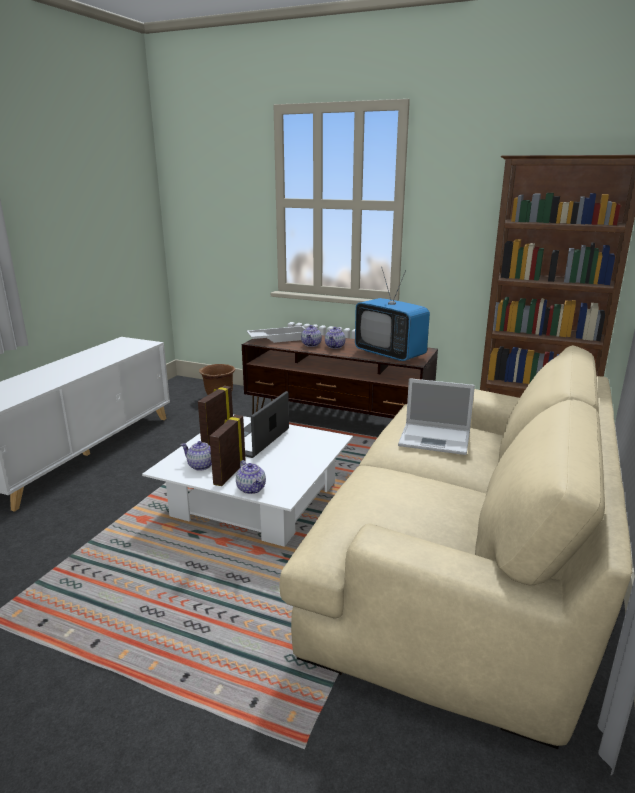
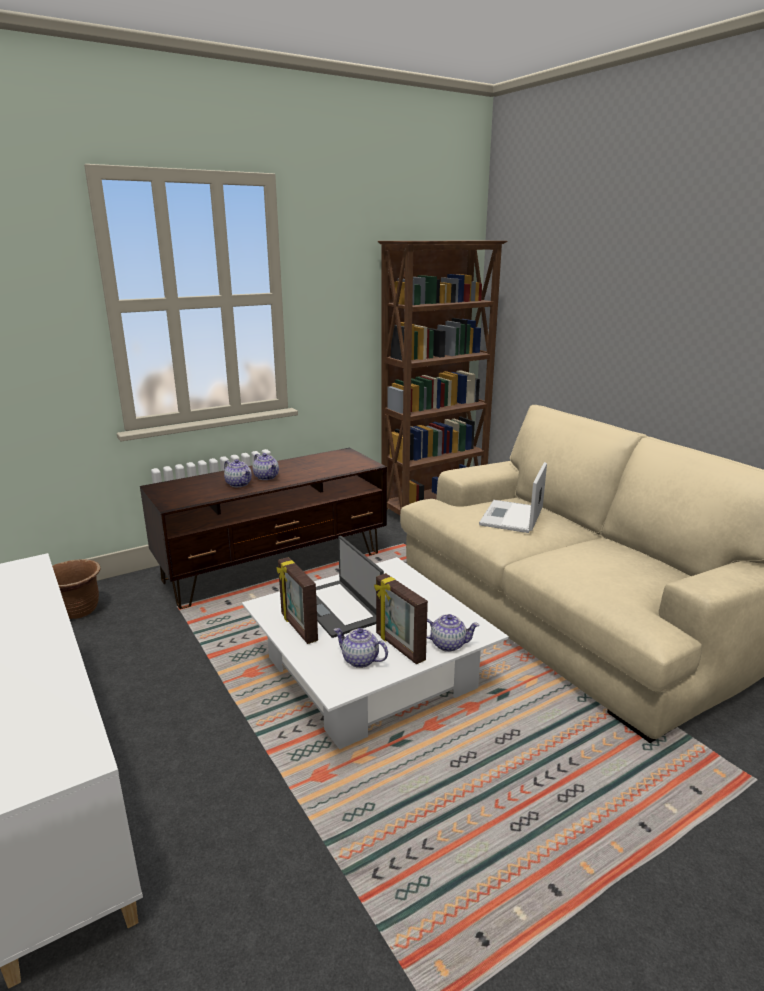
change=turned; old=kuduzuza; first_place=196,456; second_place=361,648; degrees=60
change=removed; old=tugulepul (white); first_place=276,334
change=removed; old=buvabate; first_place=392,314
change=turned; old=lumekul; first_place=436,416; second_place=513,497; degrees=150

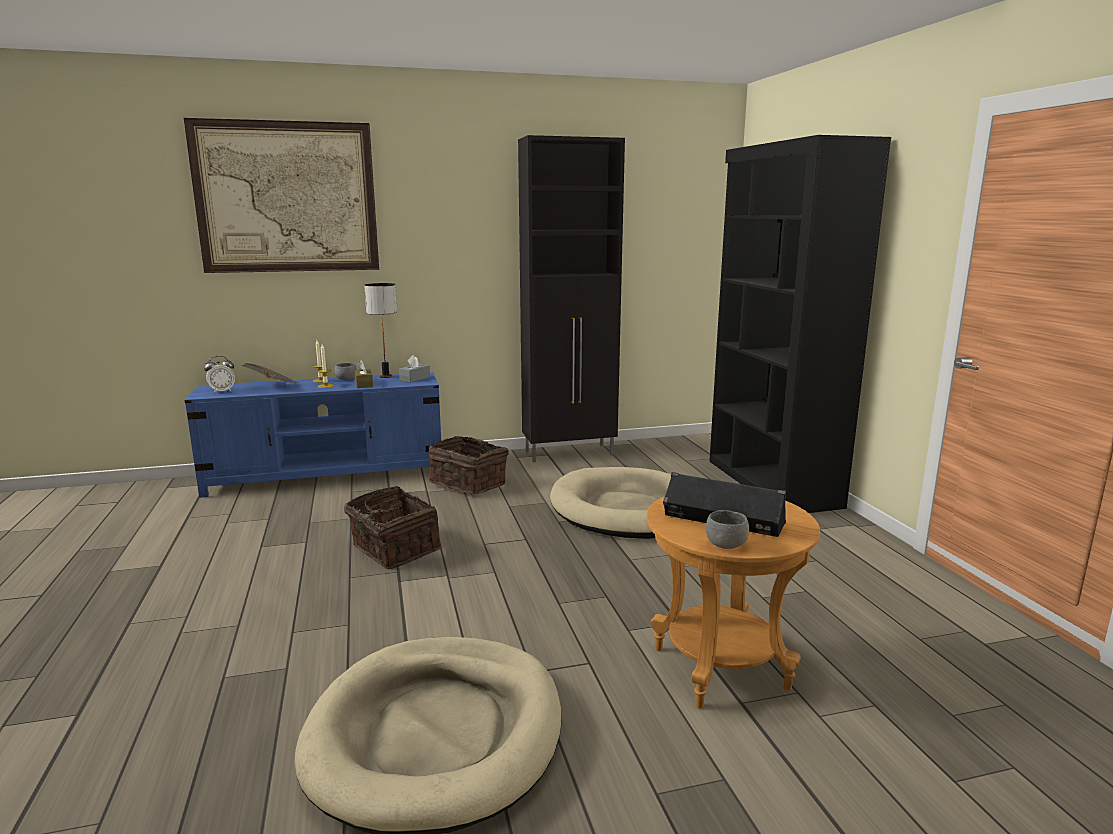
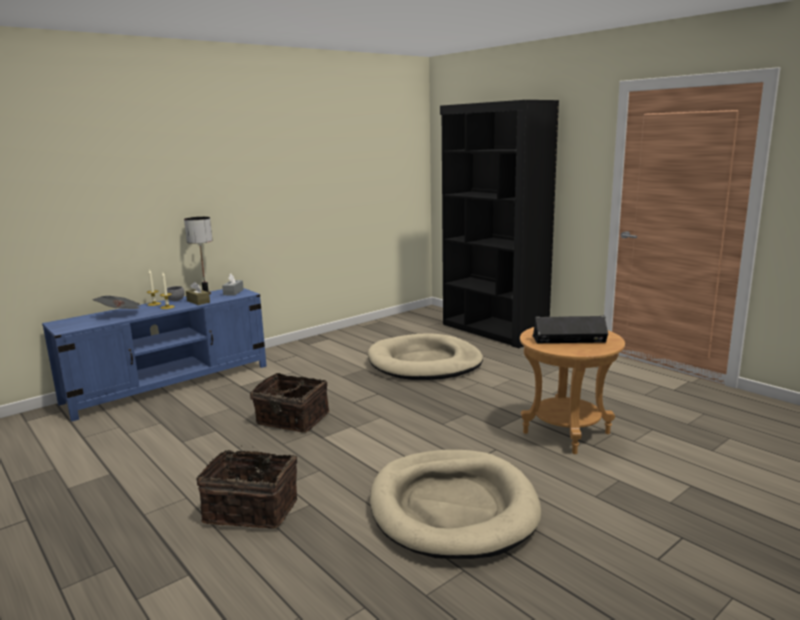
change=removed; old=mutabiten; first_place=281,195
change=removed; old=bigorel; first_place=219,375
change=moved; old=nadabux; first_place=469,465; second_place=247,487
change=removed; old=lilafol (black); first_place=571,298
change=removed; old=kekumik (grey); first_place=727,529

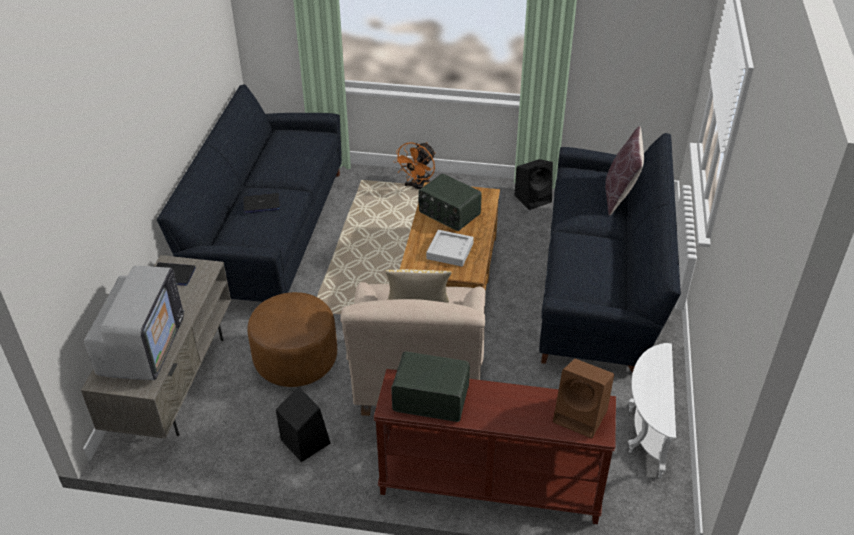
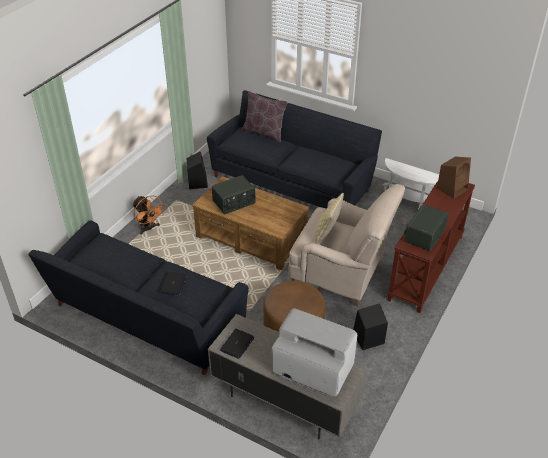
change=removed; old=tugulepul (grey); first_place=450,248

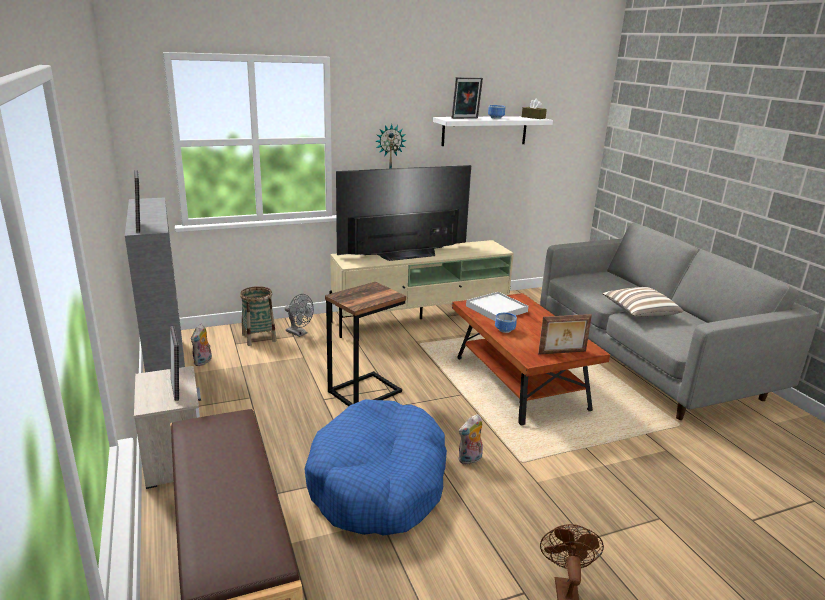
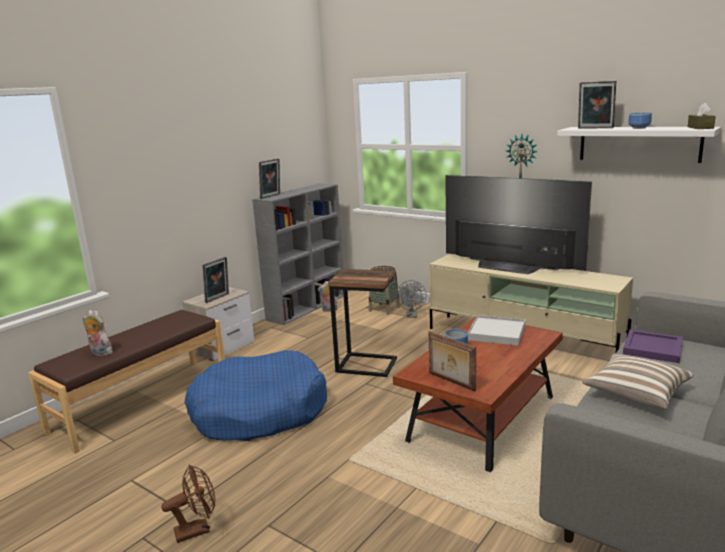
change=moved; old=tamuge; first_place=470,439; second_place=97,333
change=added; new=tugulepul (purple); second_place=653,346

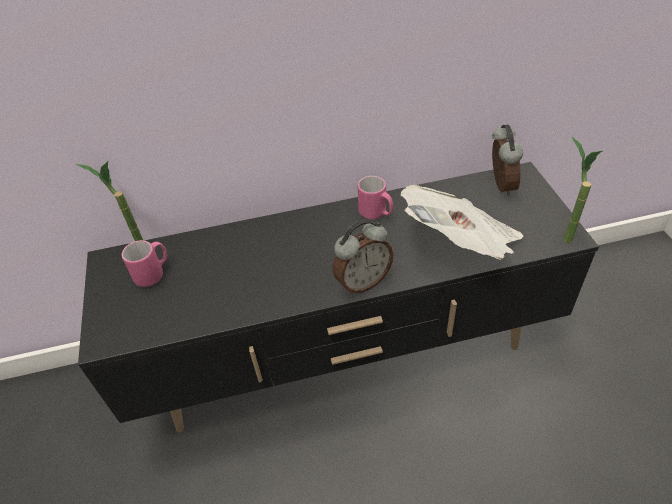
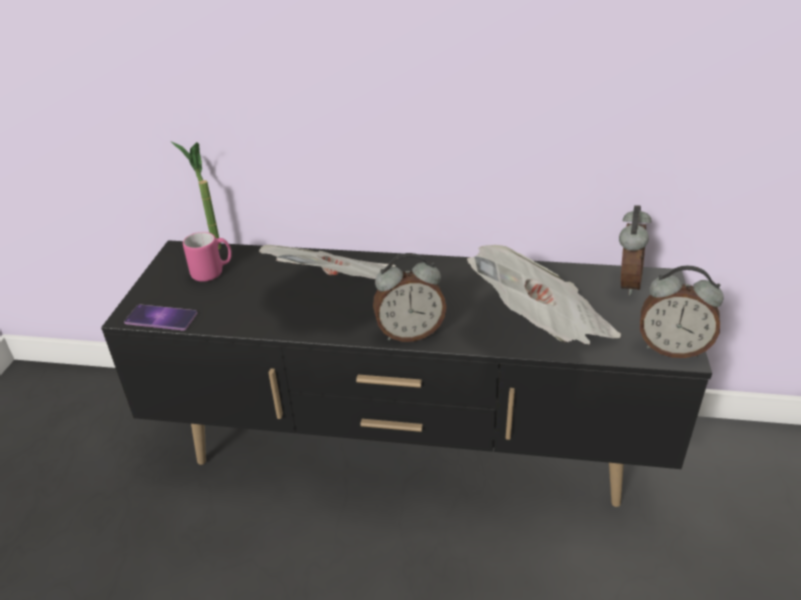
change=removed; old=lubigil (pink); first_place=375,197
change=replaced; old=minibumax; new=bigorel; first_place=583,190; second_place=682,312
change=added; new=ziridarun; second_place=161,317
change=added; new=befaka; second_place=327,262

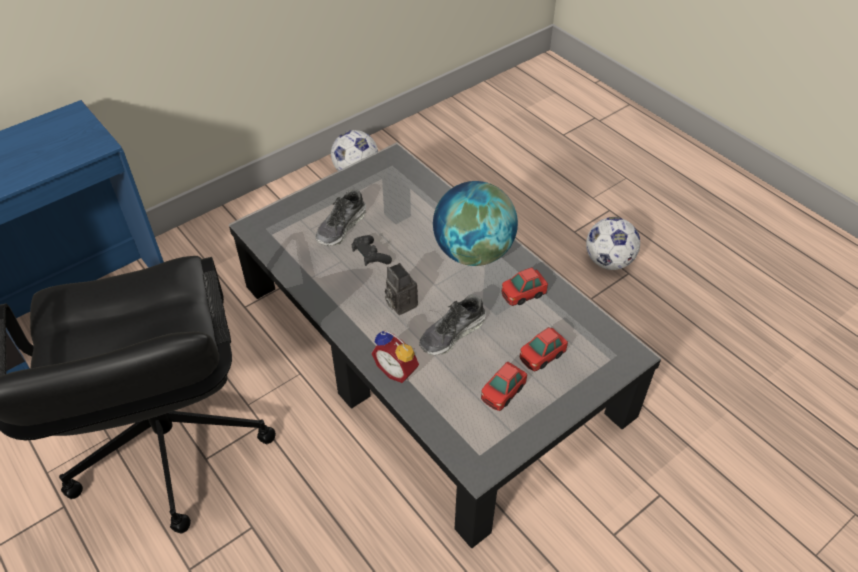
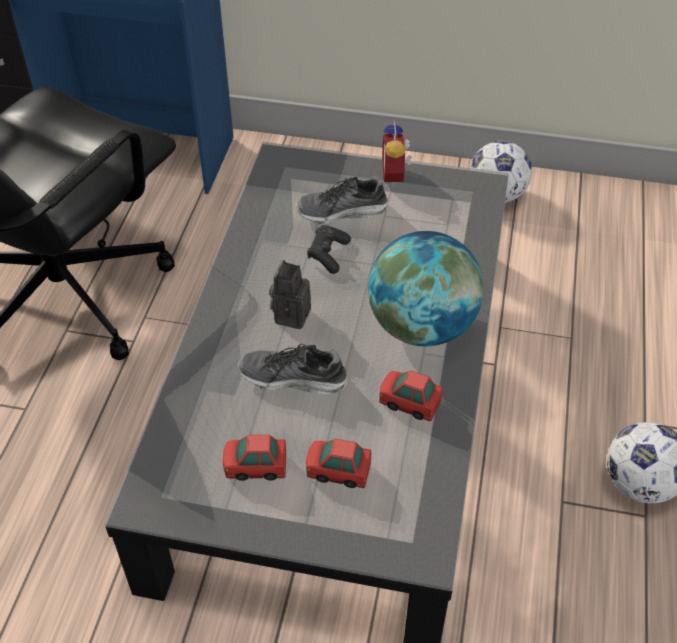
change=moved; old=bigorel; first_place=395,357; second_place=397,153

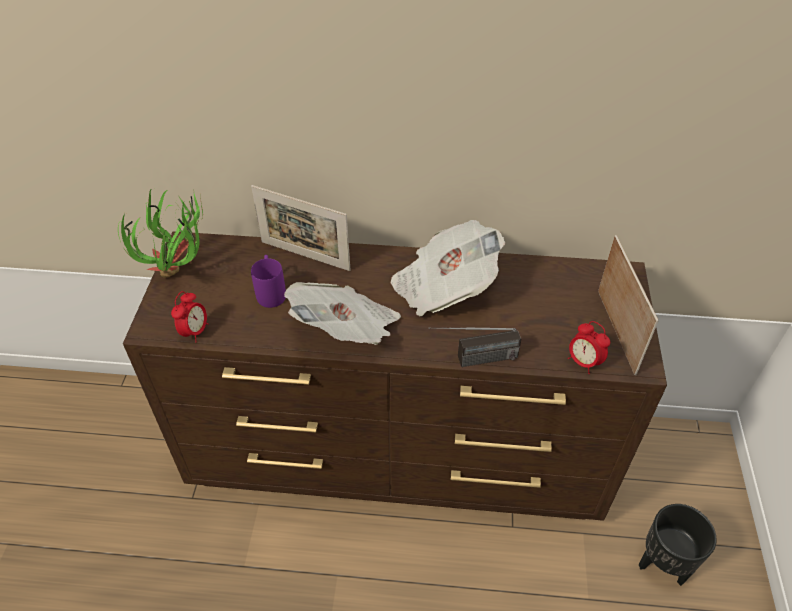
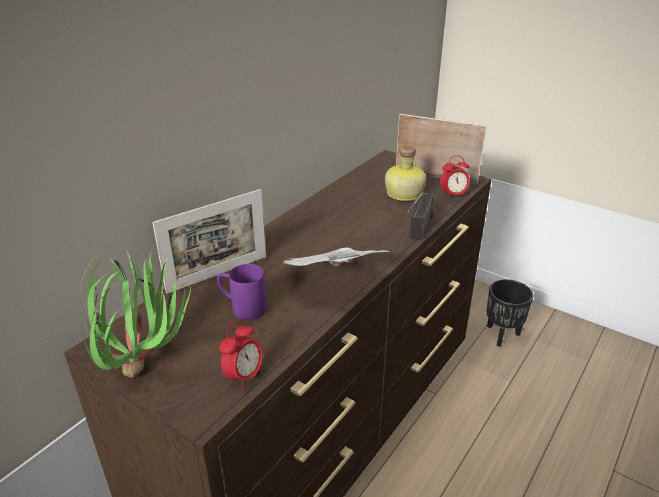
change=turned; old=bigorel; first_place=189,317; second_place=241,355; degrees=75
change=removed; old=befaka; first_place=448,268
change=added; new=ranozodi; second_place=405,173

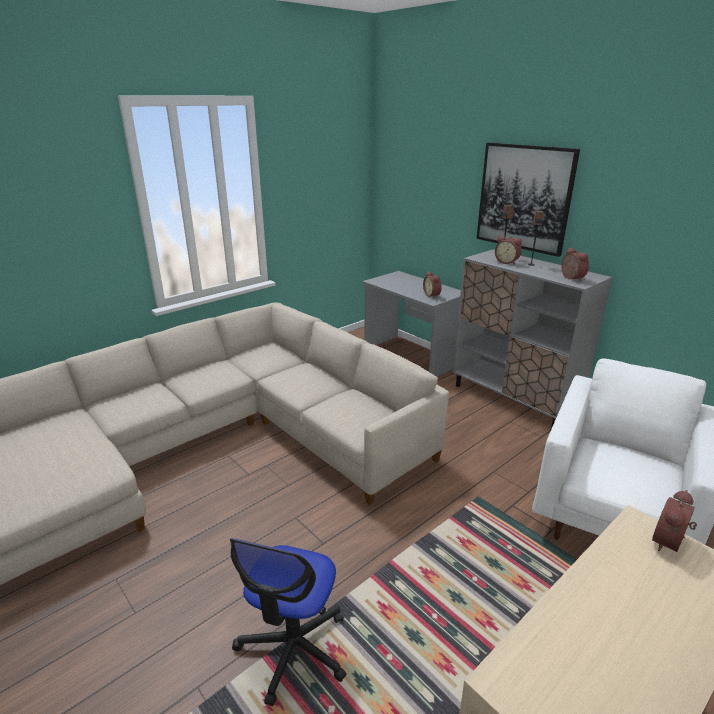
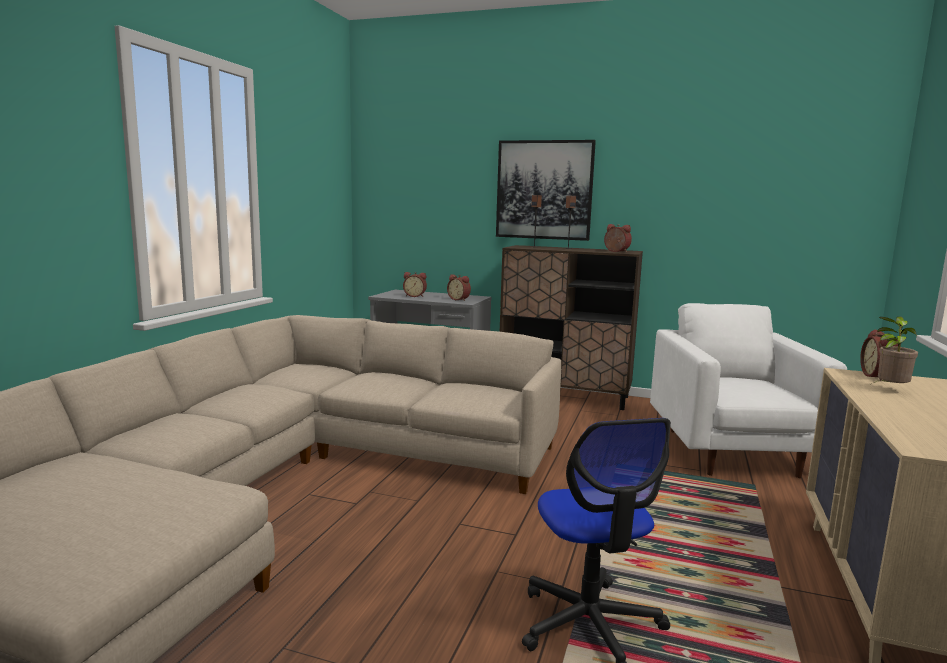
change=recoloured; old=lilafol (grey); new=lilafol (brown); first_place=532,339; second_place=571,327
change=moved; old=bigorel; first_place=508,250; second_place=415,284
change=added; new=minibumax; second_place=895,349

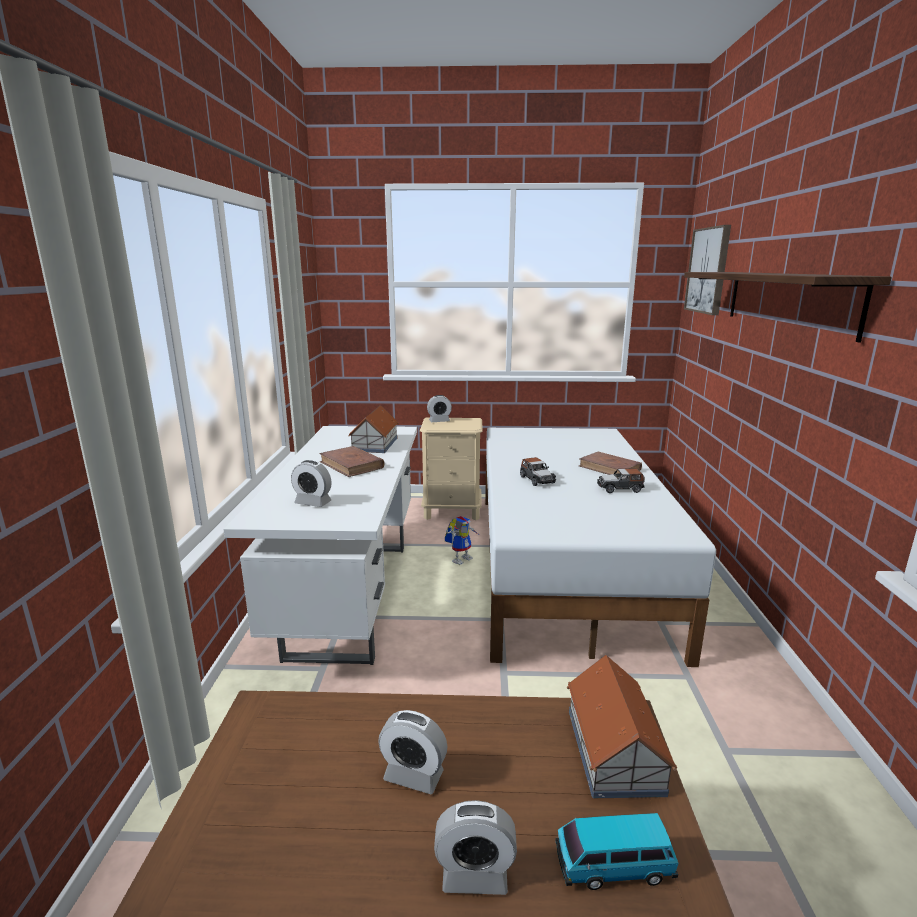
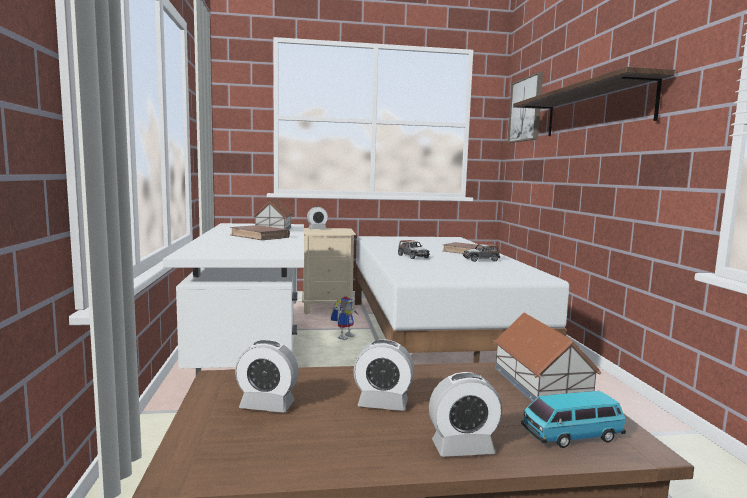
change=moved; old=bigorel; first_place=311,483; second_place=267,376

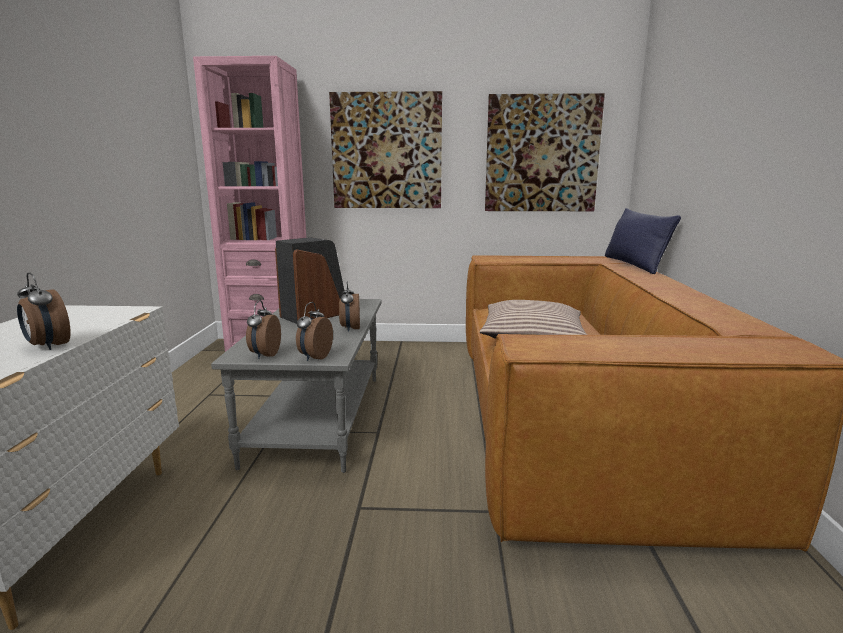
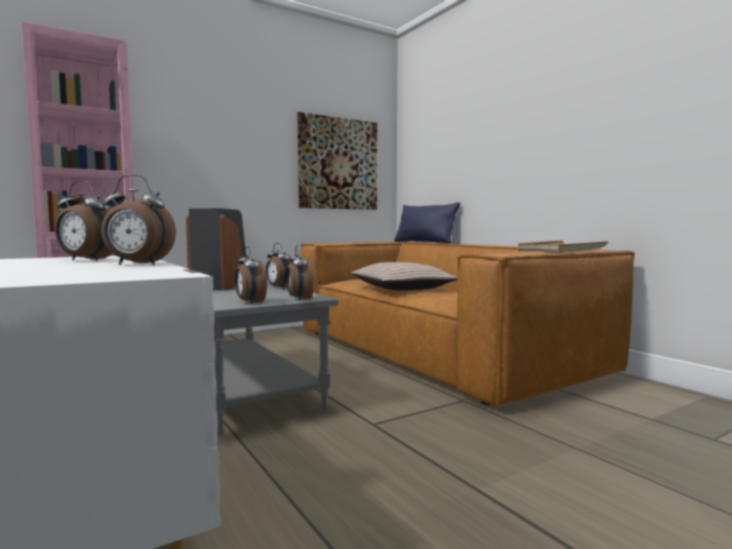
change=removed; old=mutabiten; first_place=385,149
change=added; new=bigorel; second_place=83,221
change=added; new=tugulepul (beige); second_place=563,246

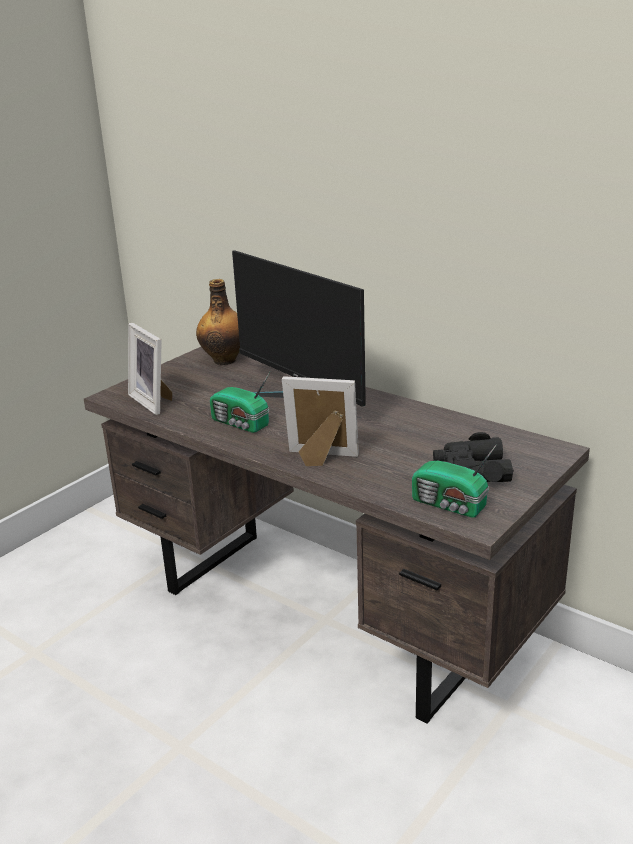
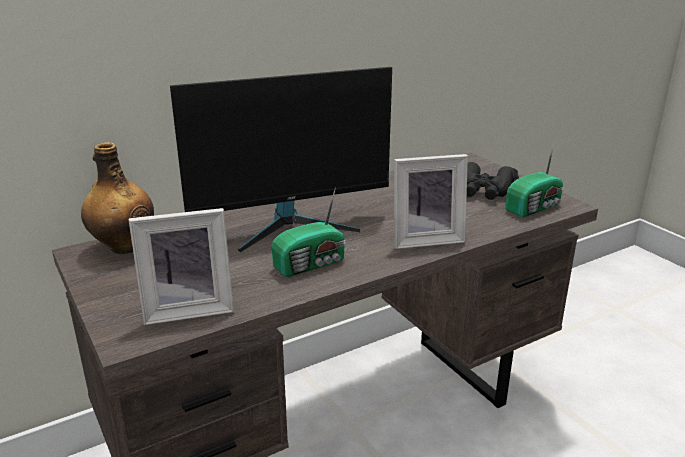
change=turned; old=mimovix; first_place=320,421; second_place=431,201; degrees=-135

